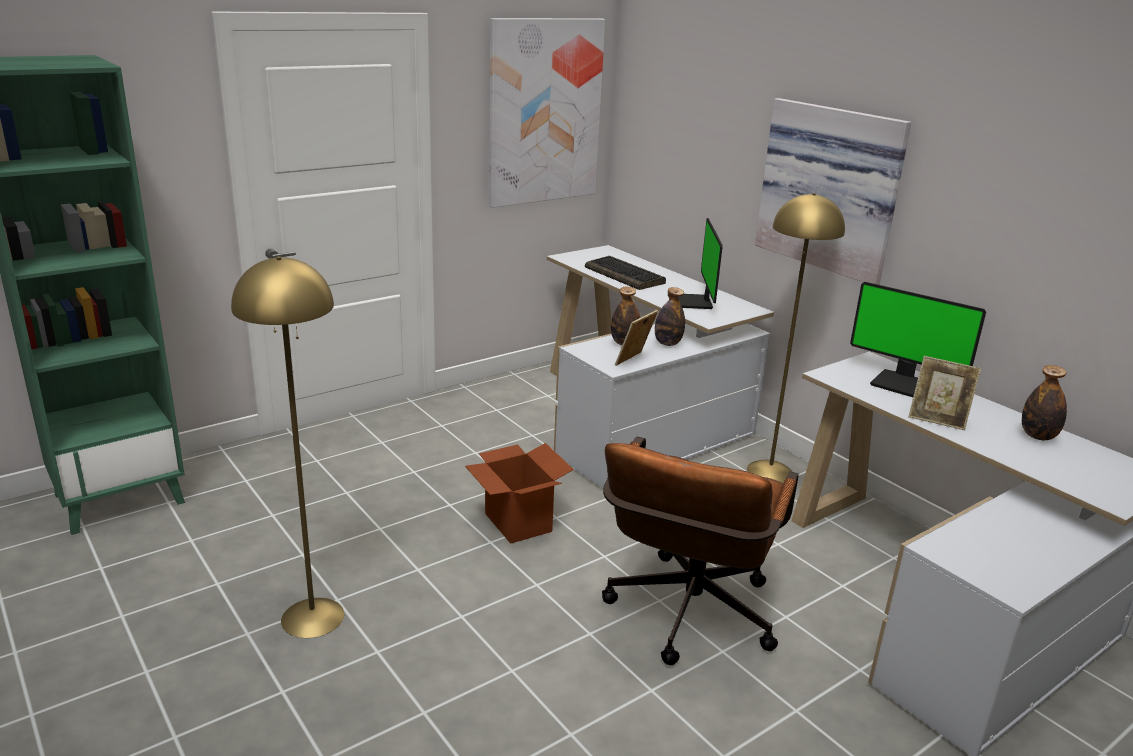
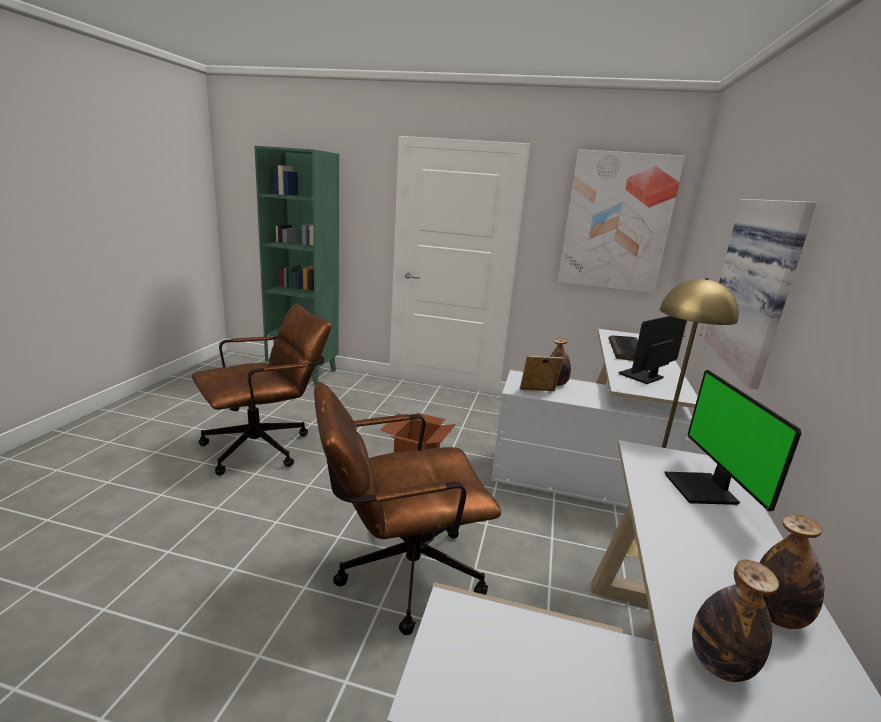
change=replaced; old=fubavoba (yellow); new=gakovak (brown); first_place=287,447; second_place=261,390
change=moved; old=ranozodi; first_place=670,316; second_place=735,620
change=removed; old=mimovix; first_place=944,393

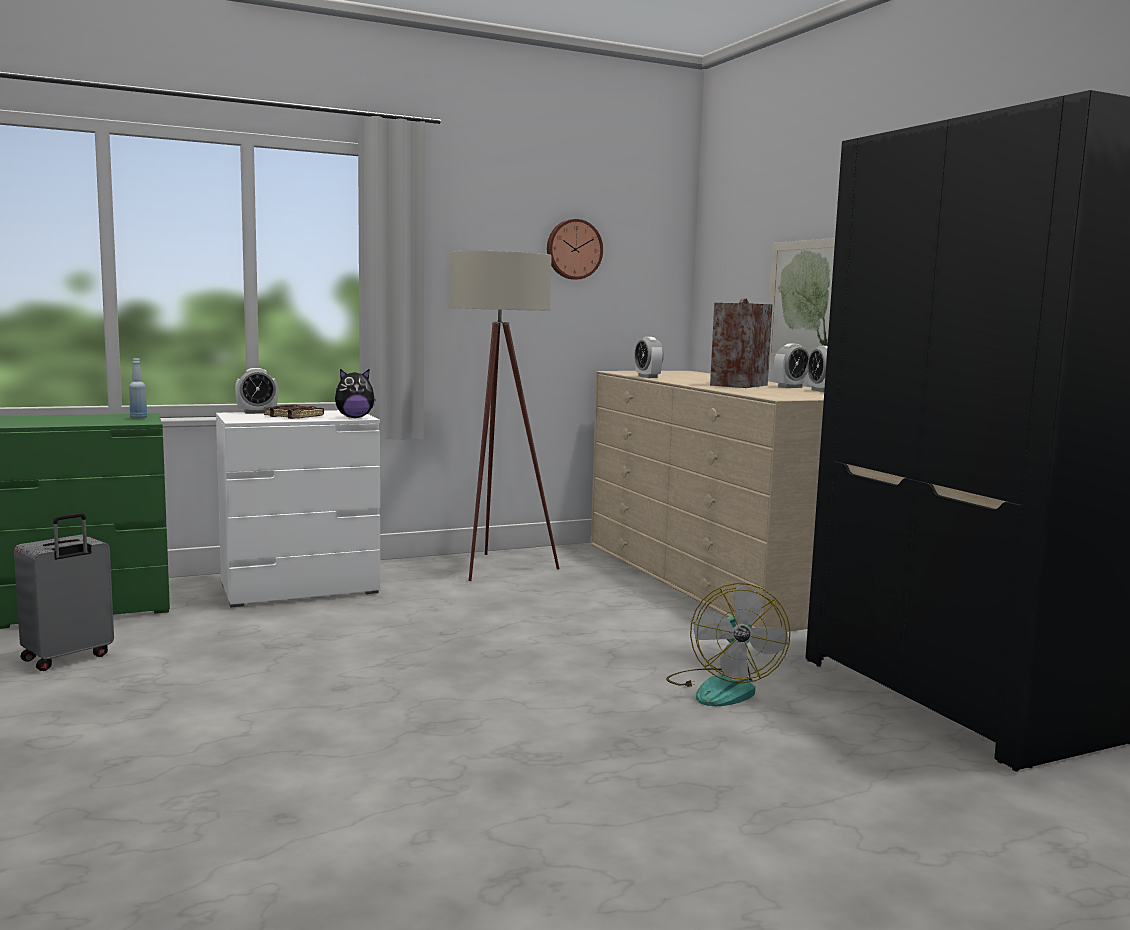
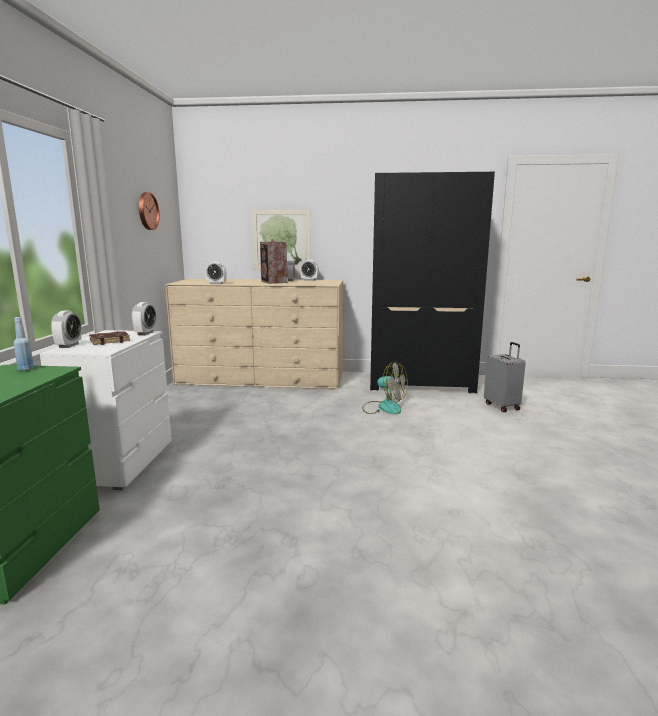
change=moved; old=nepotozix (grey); first_place=64,591; second_place=505,377
change=replaced; old=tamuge; new=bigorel; first_place=355,393; second_place=143,318
change=removed; old=fubavoba (beige); first_place=504,416

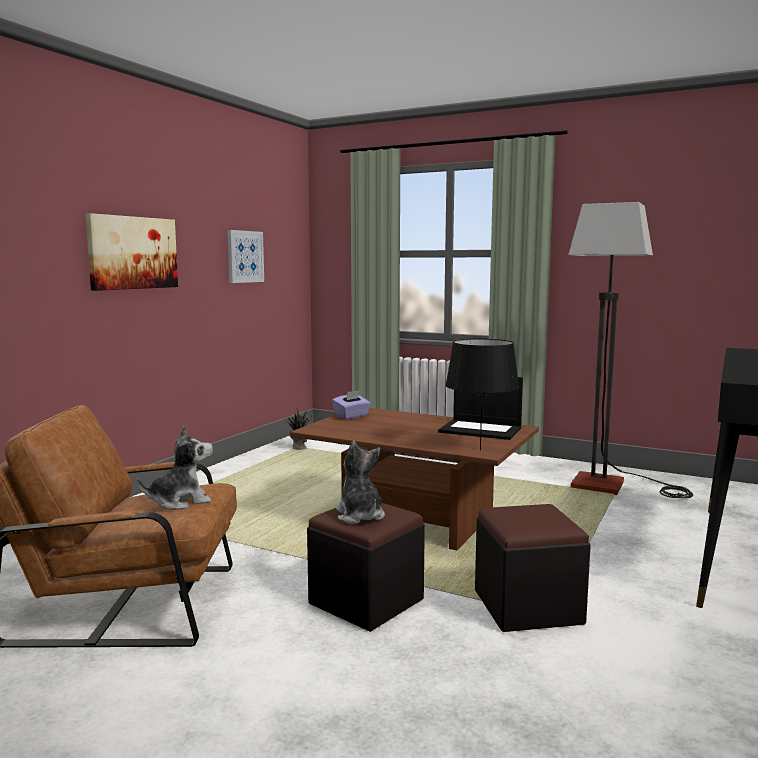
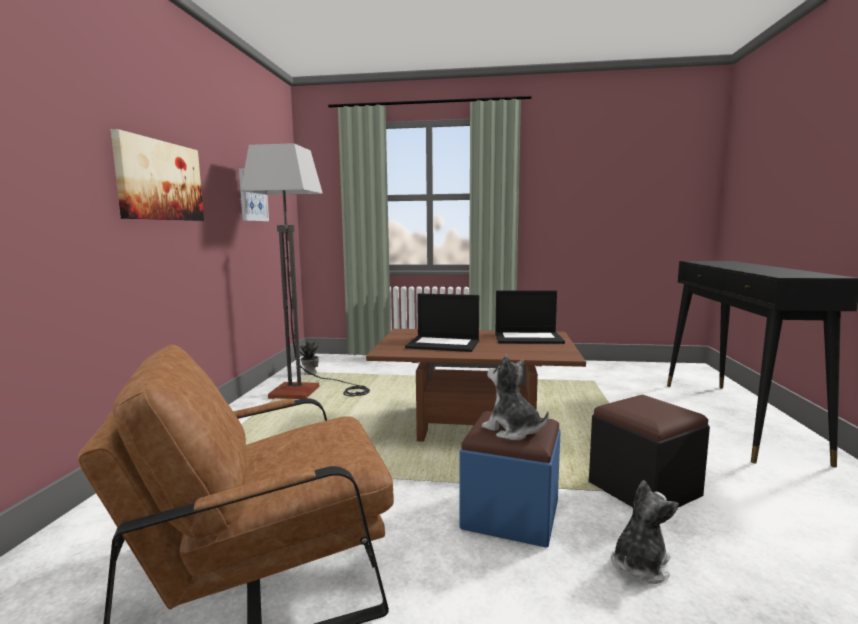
change=moved; old=tamuge; first_place=175,468; second_place=645,532
change=recoloured; old=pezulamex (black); new=pezulamex (blue); first_place=366,567; second_place=510,479
change=removed; old=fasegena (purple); first_place=351,404
change=removed; old=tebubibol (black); first_place=482,394
change=moved; old=fubavoba; first_place=630,349; second_place=305,271
change=added; new=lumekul; second_place=442,322

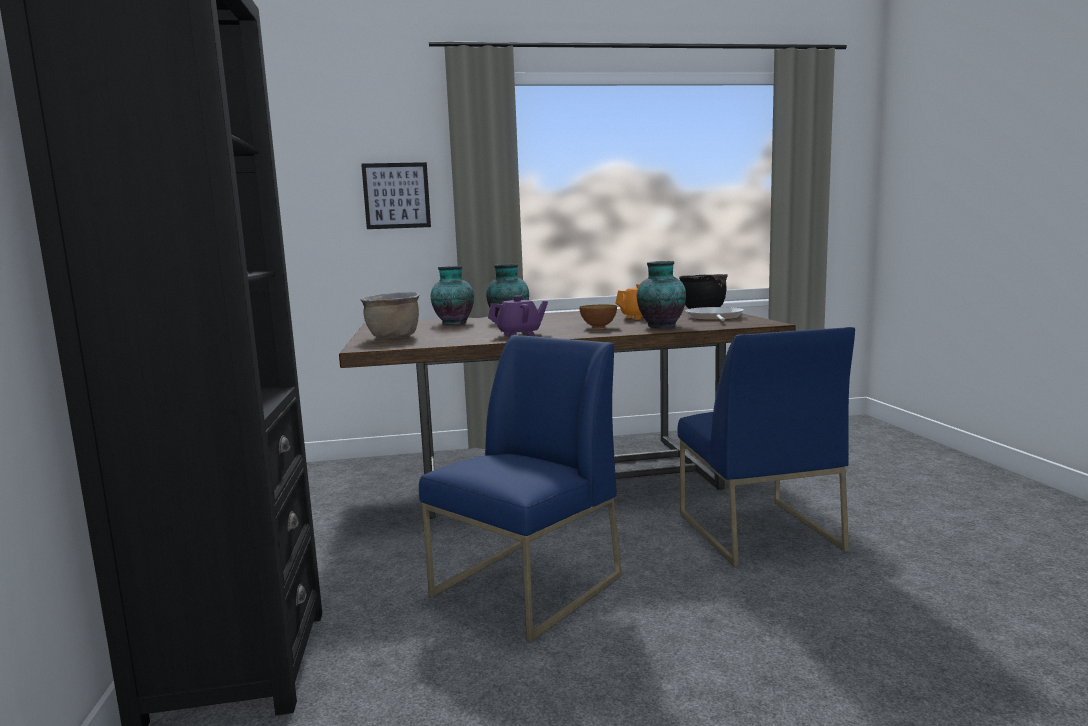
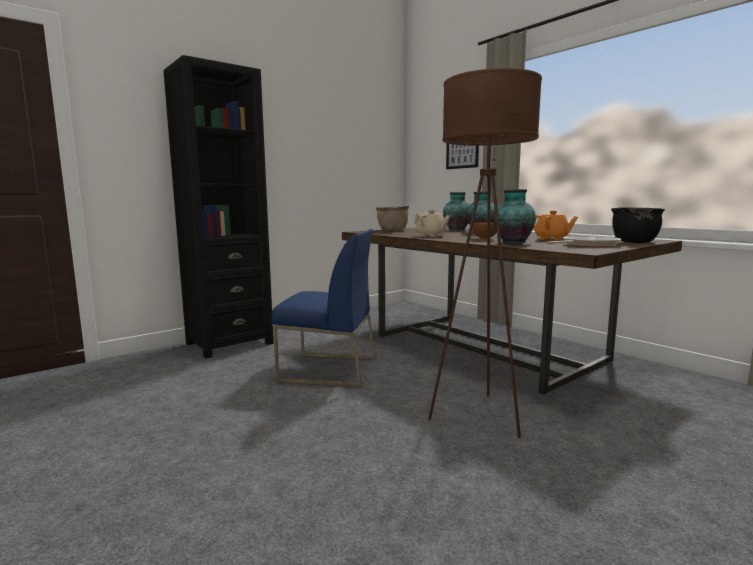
change=recoloured; old=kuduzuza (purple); new=kuduzuza (beige); first_place=518,316; second_place=432,223
change=replaced; old=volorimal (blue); new=fubavoba (brown); first_place=766,447; second_place=485,253

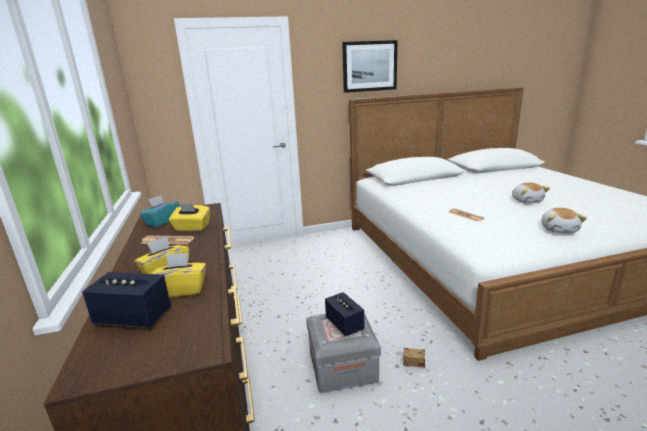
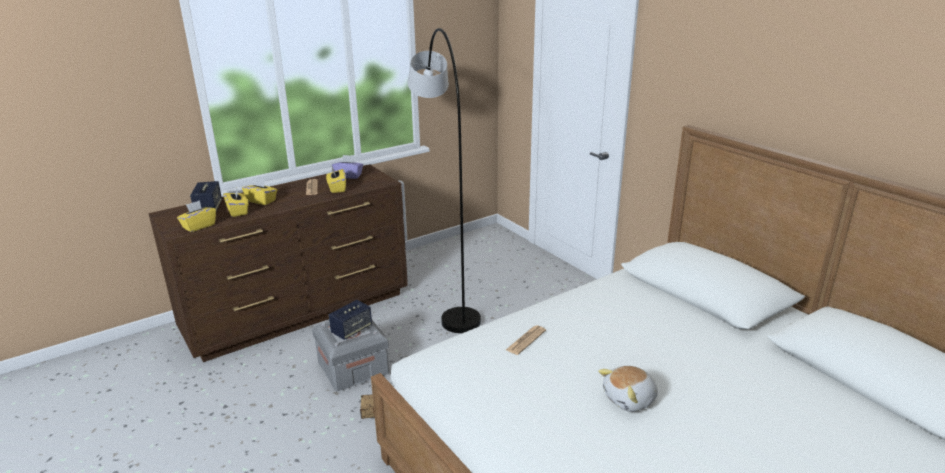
change=recoloured; old=fasegena (turquoise); new=fasegena (purple); first_place=159,211; second_place=347,167
change=removed; old=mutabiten; first_place=369,66
change=removed; old=tamuge; first_place=564,220
change=added; new=fasegena (yellow); second_place=196,216
change=added; new=fubavoba (grey); second_place=444,180

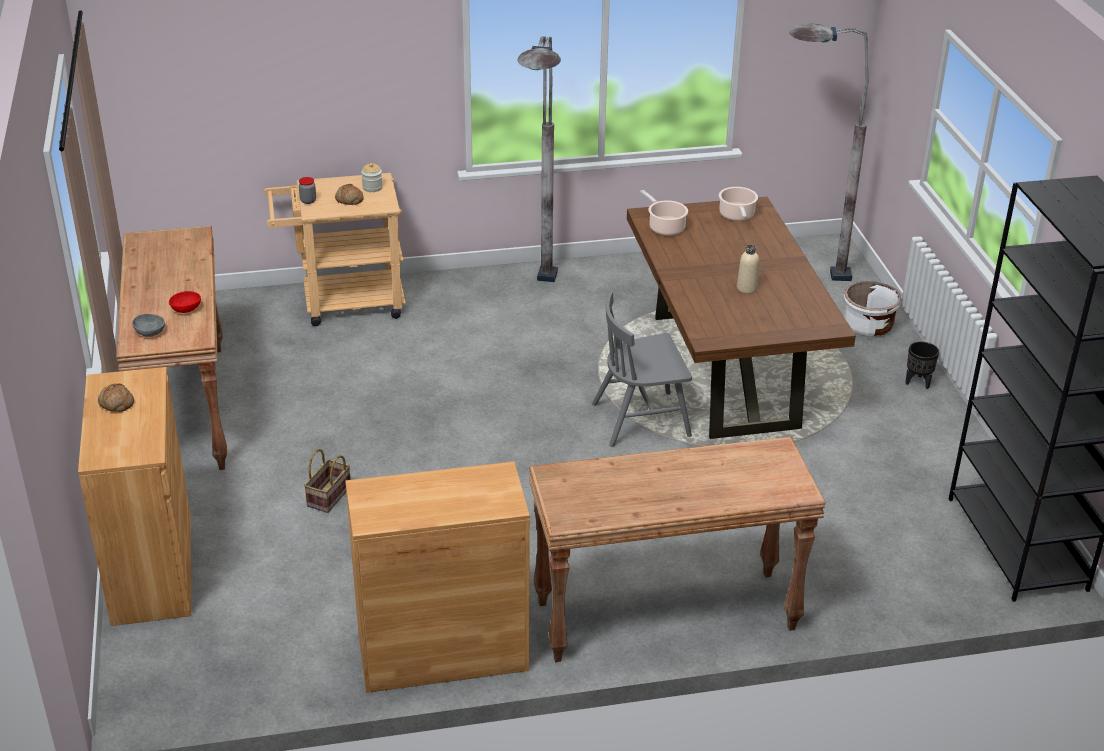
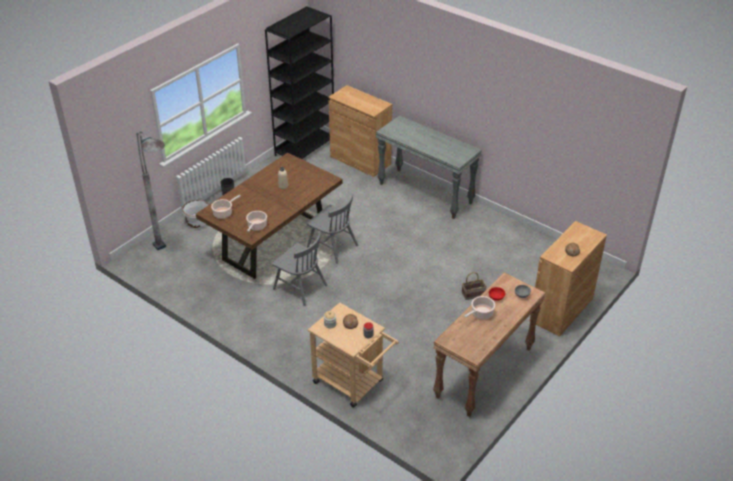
change=moved; old=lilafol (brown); first_place=437,577; second_place=360,131
change=removed; old=fubavoba (grey); first_place=539,159
change=recoloured; old=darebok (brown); new=darebok (grey); first_place=677,549; second_place=429,167
change=added; new=volorimal (grey); second_place=300,269
change=added; new=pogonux; second_place=480,308

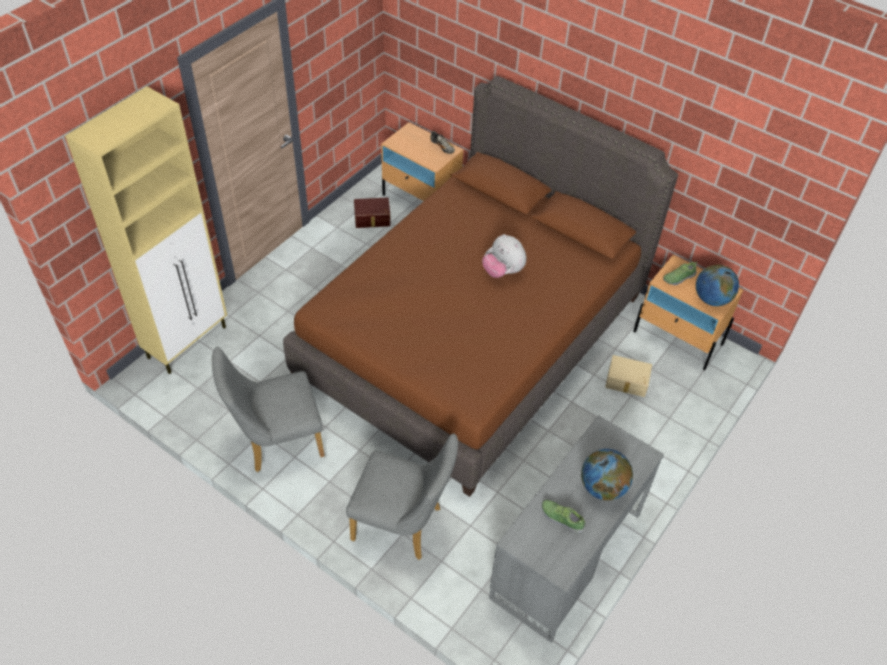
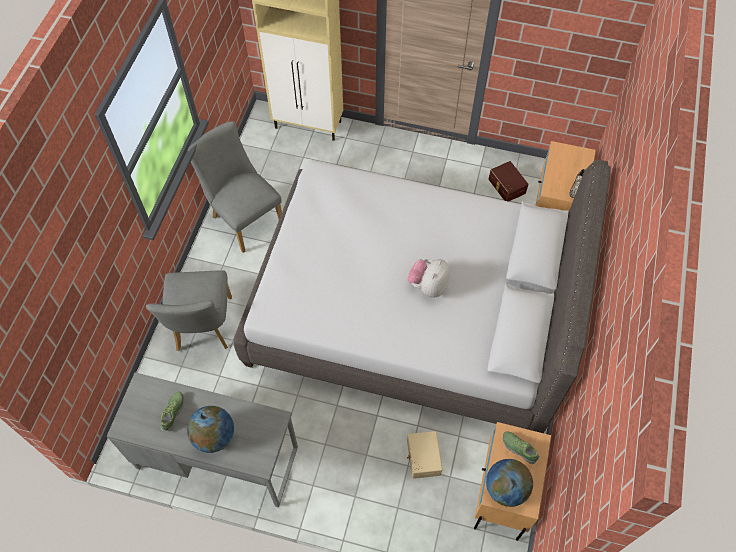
change=recoloured; old=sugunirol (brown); new=sugunirol (grey); first_place=480,286; second_place=422,296

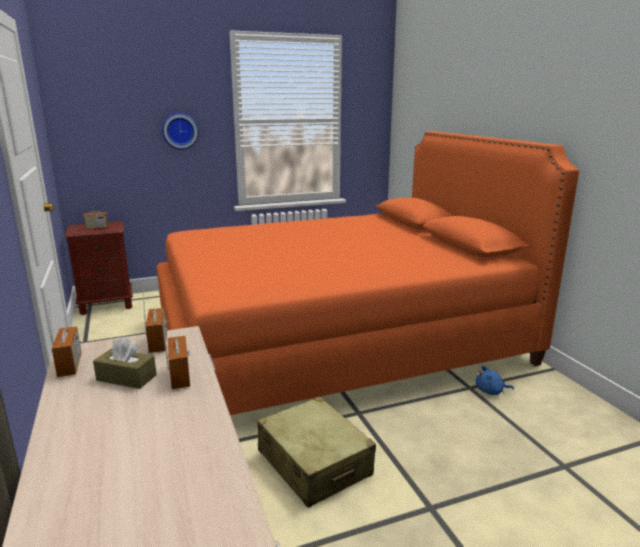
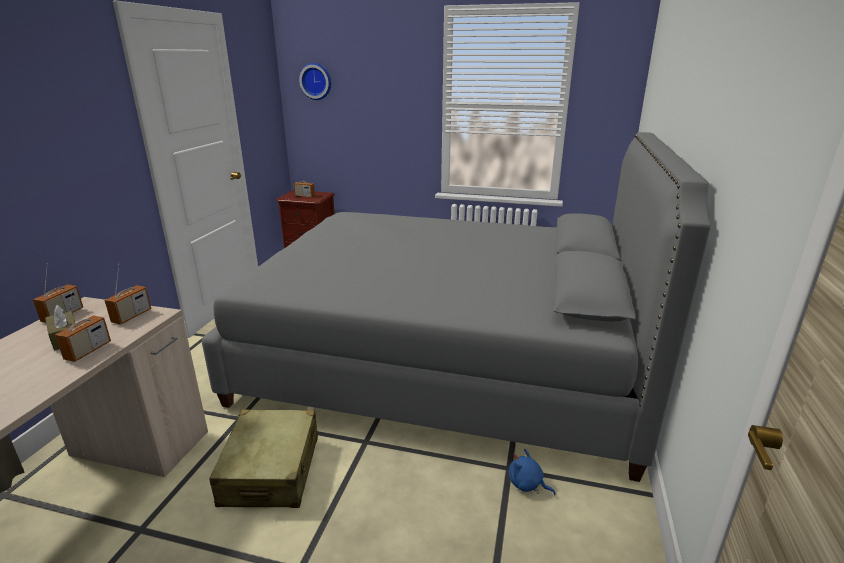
change=recoloured; old=sugunirol (orange); new=sugunirol (grey); first_place=368,273; second_place=456,307
change=moved; old=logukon; first_place=180,131; second_place=315,81

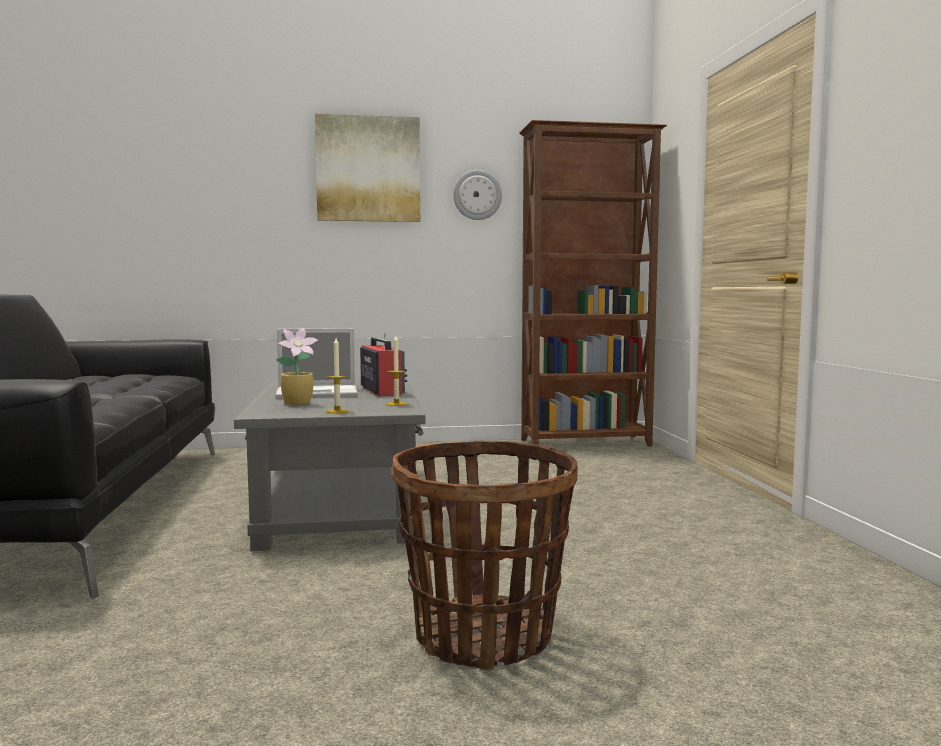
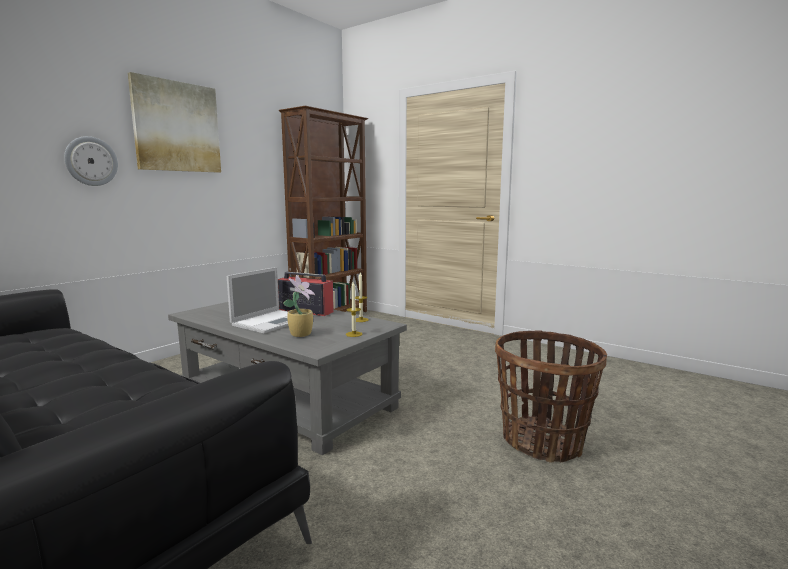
change=moved; old=logukon; first_place=477,195; second_place=91,161

